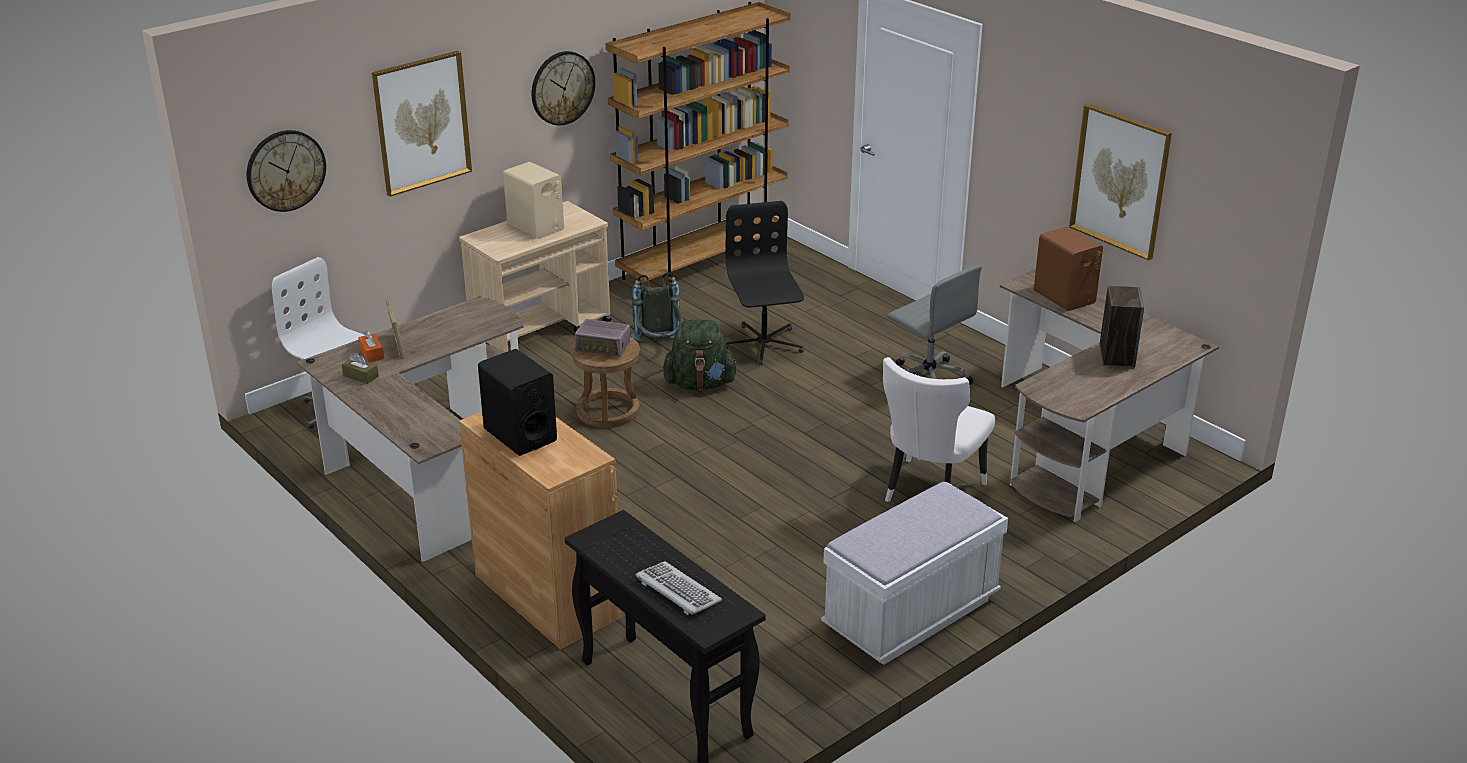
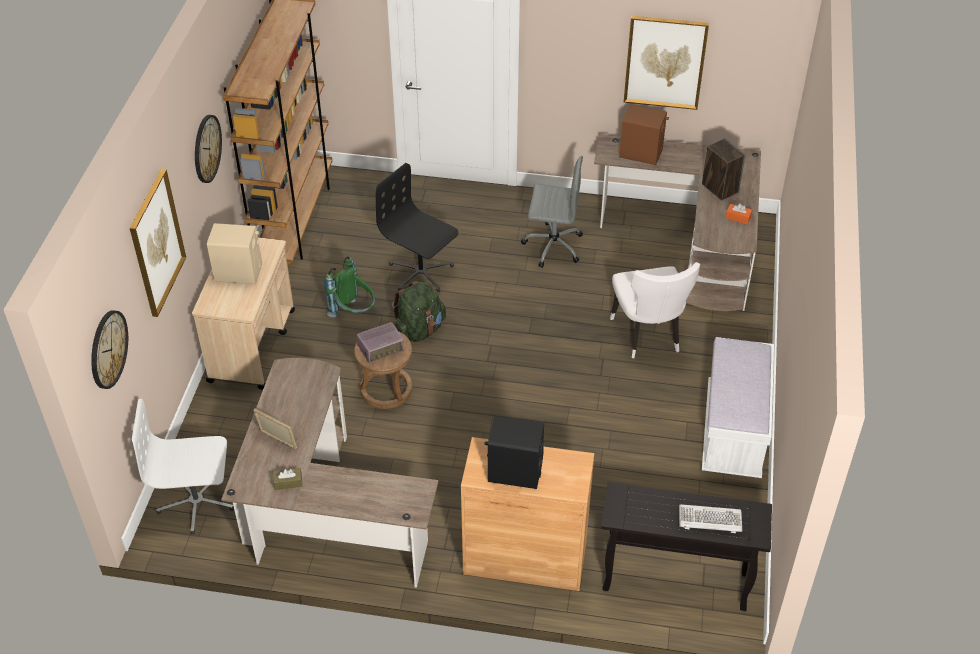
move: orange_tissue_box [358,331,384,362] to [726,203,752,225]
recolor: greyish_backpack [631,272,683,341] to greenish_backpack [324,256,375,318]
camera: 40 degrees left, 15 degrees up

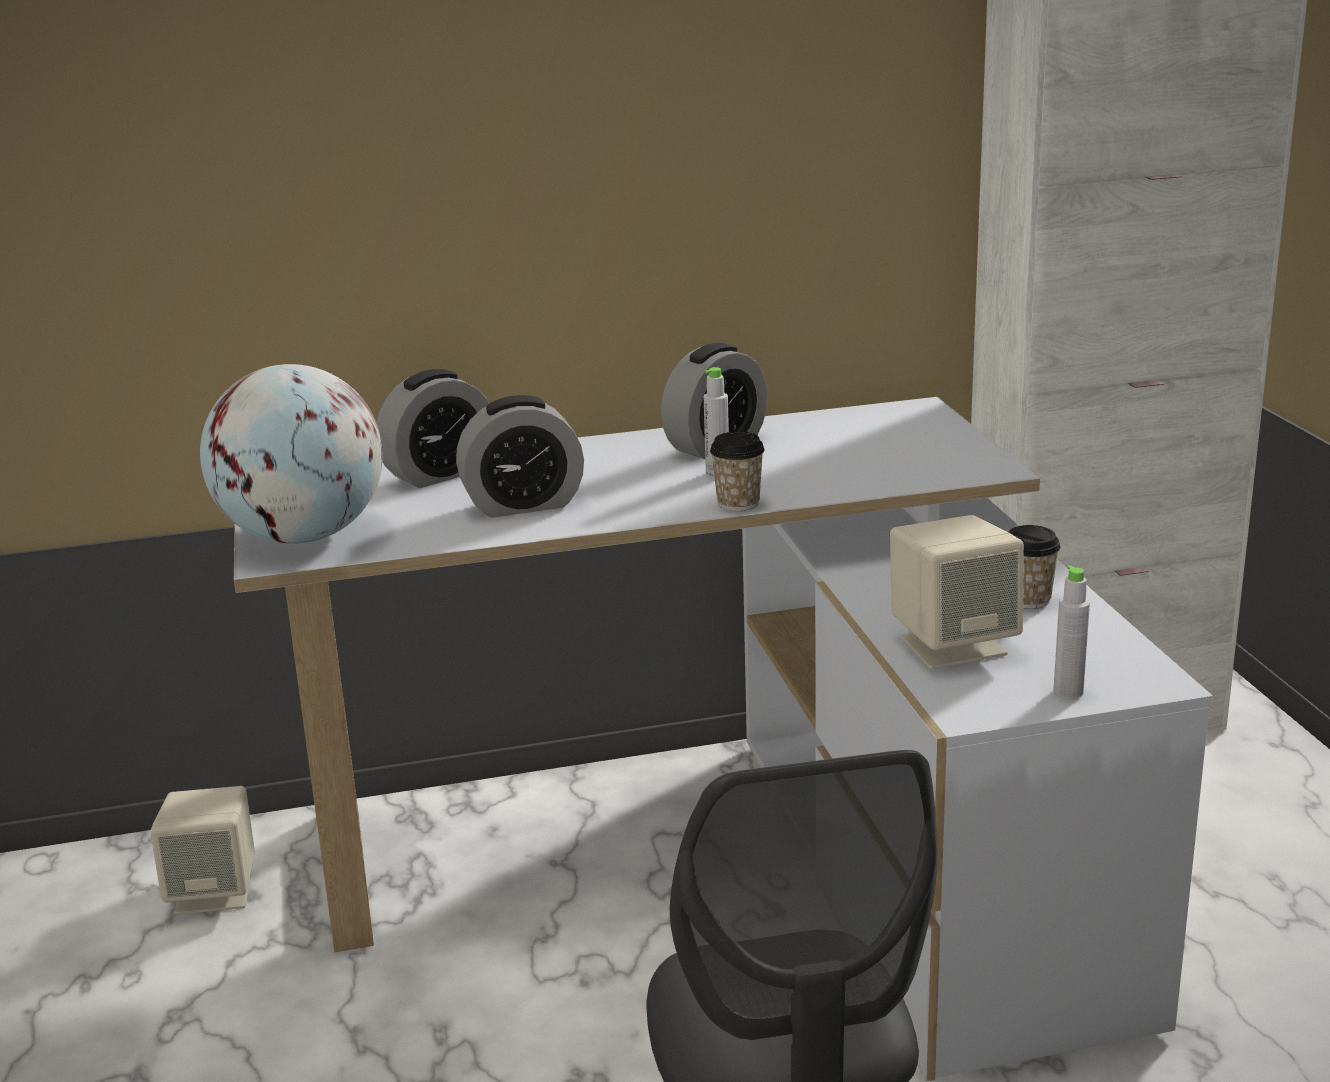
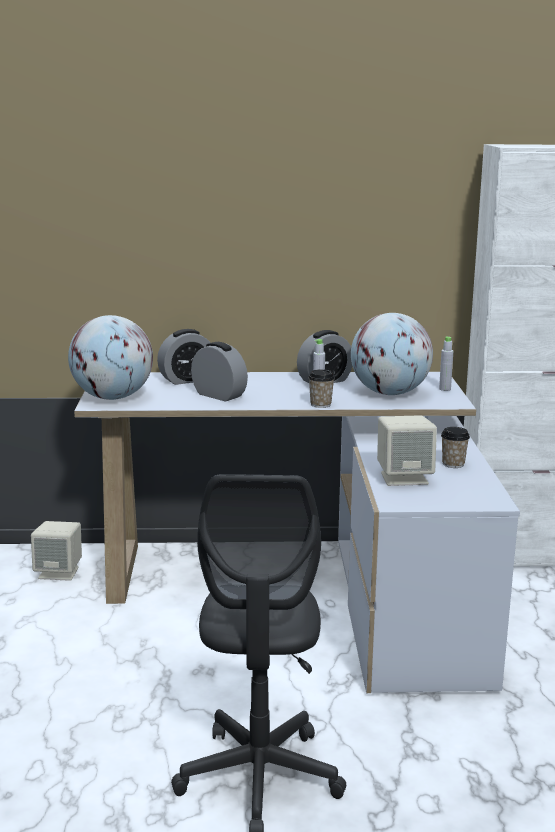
insert: world_globe [351,313,433,395]
move: greyish_beverage_bottle [1054,565,1090,699] to [439,336,453,391]
rotate: bedside_clock [456,395,584,518] = [191,342,248,402] 135 degrees counterclockwise
camera: 10 degrees right, 5 degrees down

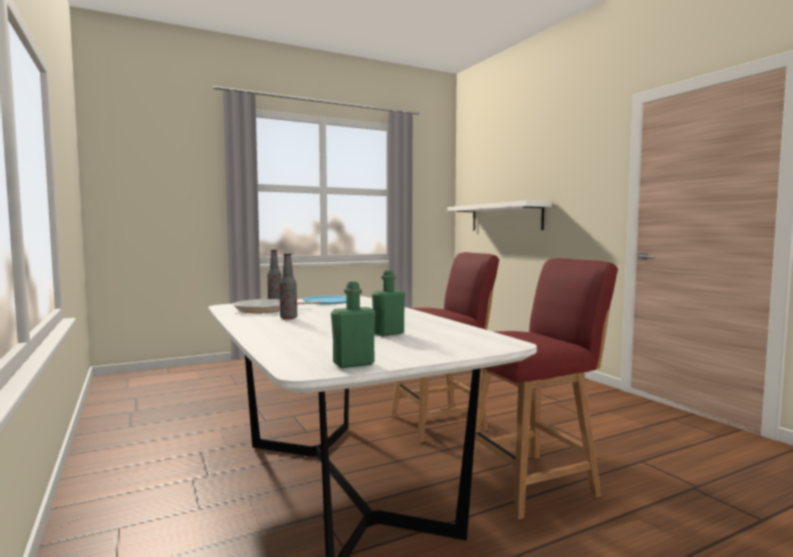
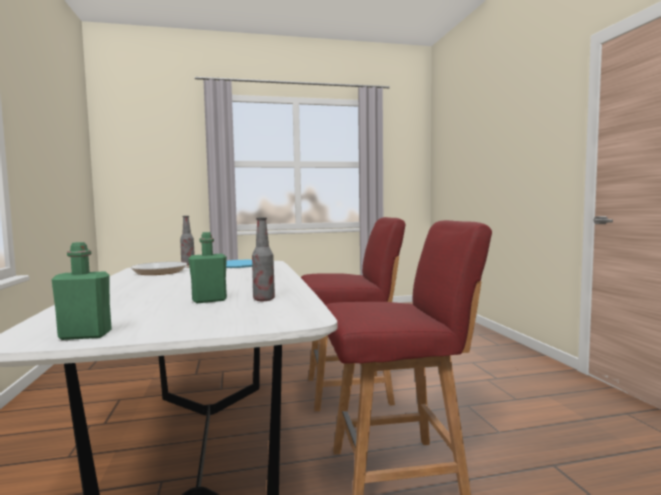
delete: whitish_shelf [448,201,552,230]
move: beverage_bottle [280,253,297,319] to [252,217,275,301]
camera: 15 degrees right, 0 degrees up

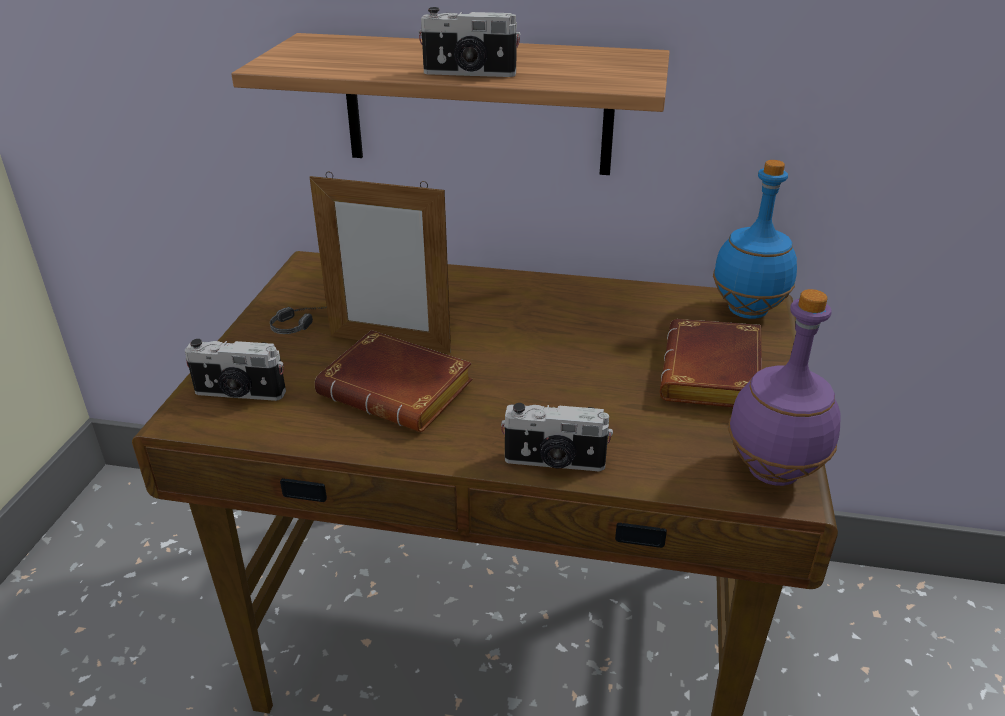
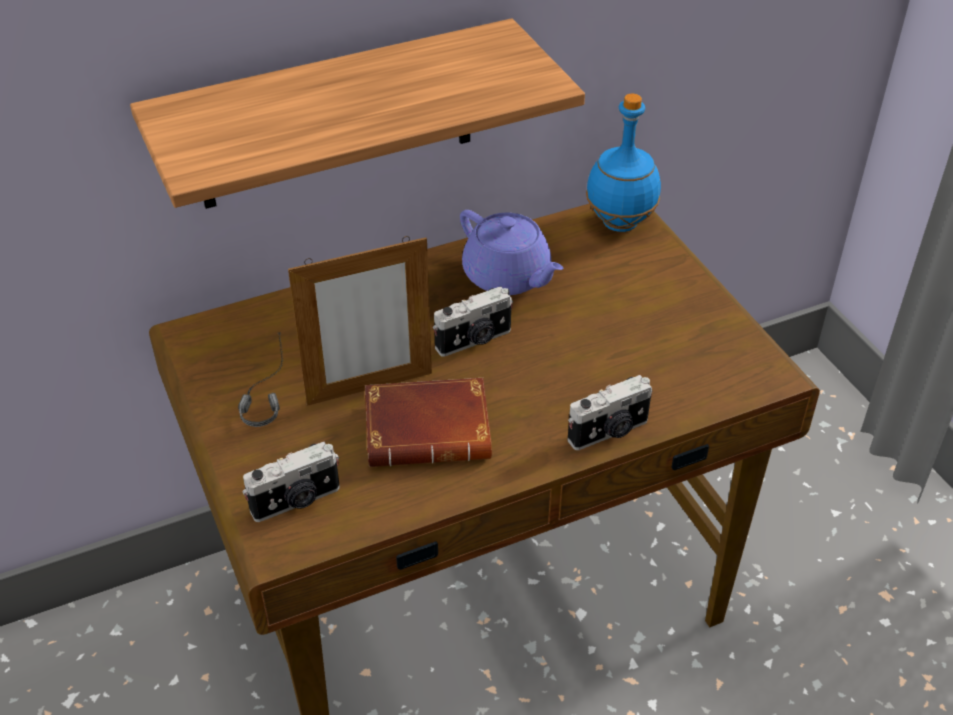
delete: brownish_bound_book [660,319,762,407]; purplish_beverage_bottle [728,289,840,486]
insert: purplish_teapot [460,210,564,295]
move: photo_camera [418,7,521,77] to [433,286,513,357]
camera: 35 degrees left, 10 degrees up

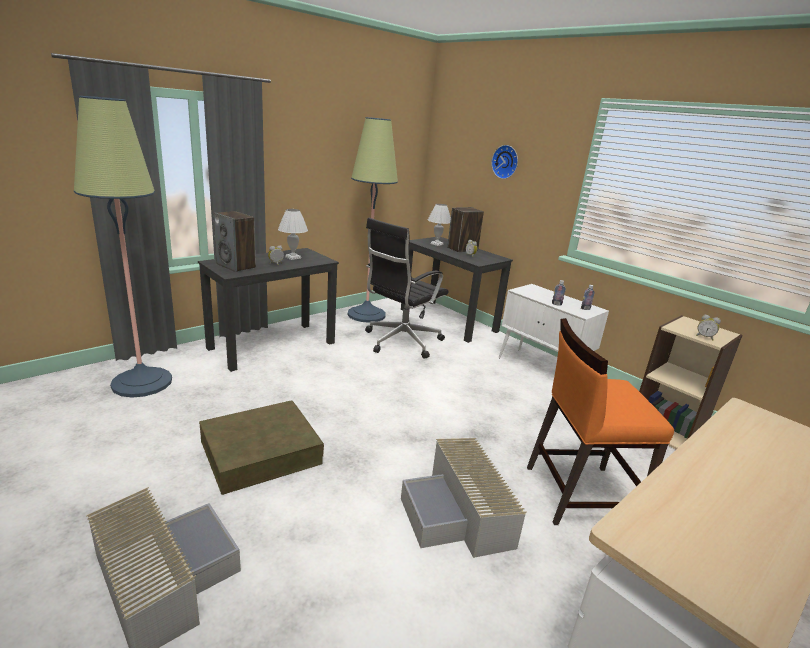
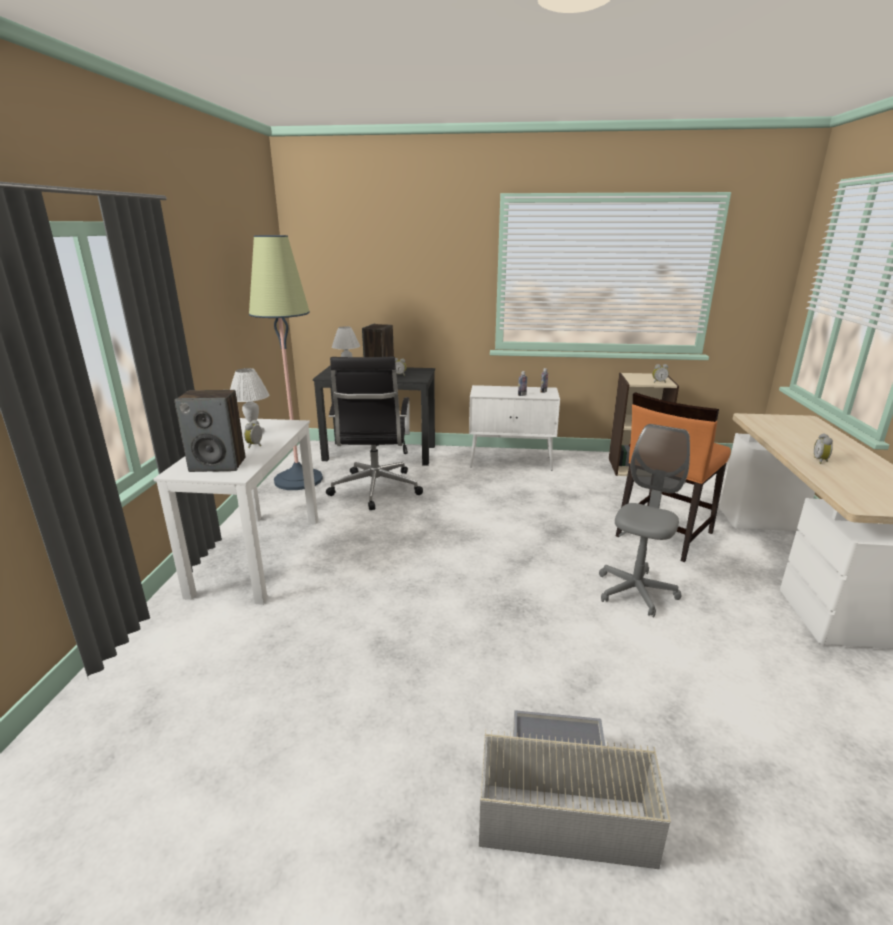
delete: standing_lamp [74,96,172,398]; brownish_storage_bin [199,400,324,495]; clock_on_the_wall [491,145,518,179]
insert: bedside_clock [814,433,833,464]
replace: greyish_storage_bin [401,438,527,558] to greyish_computer_chair [599,424,690,617]
recolor: blackish_desk_unit [198,248,339,372] to whitish_desk_unit [153,418,318,605]
camera: 40 degrees left, 0 degrees up

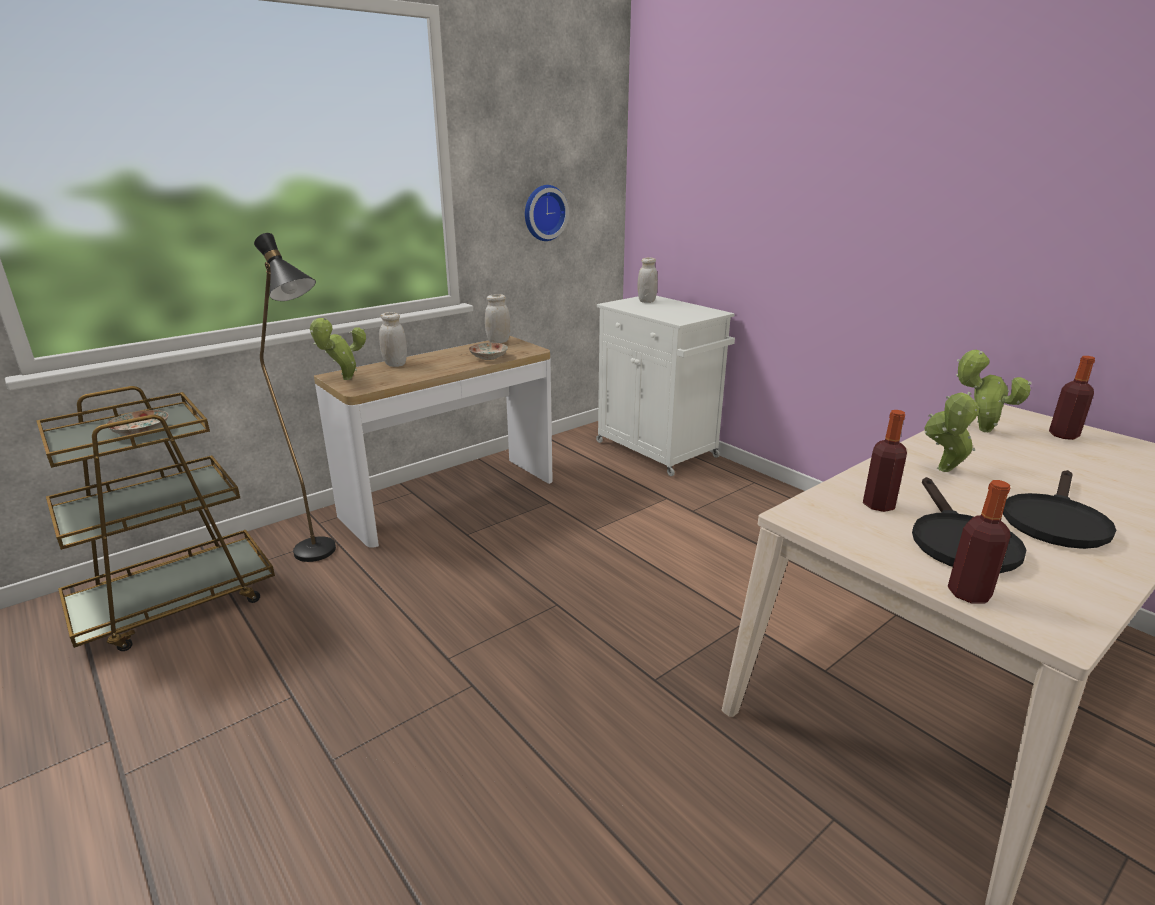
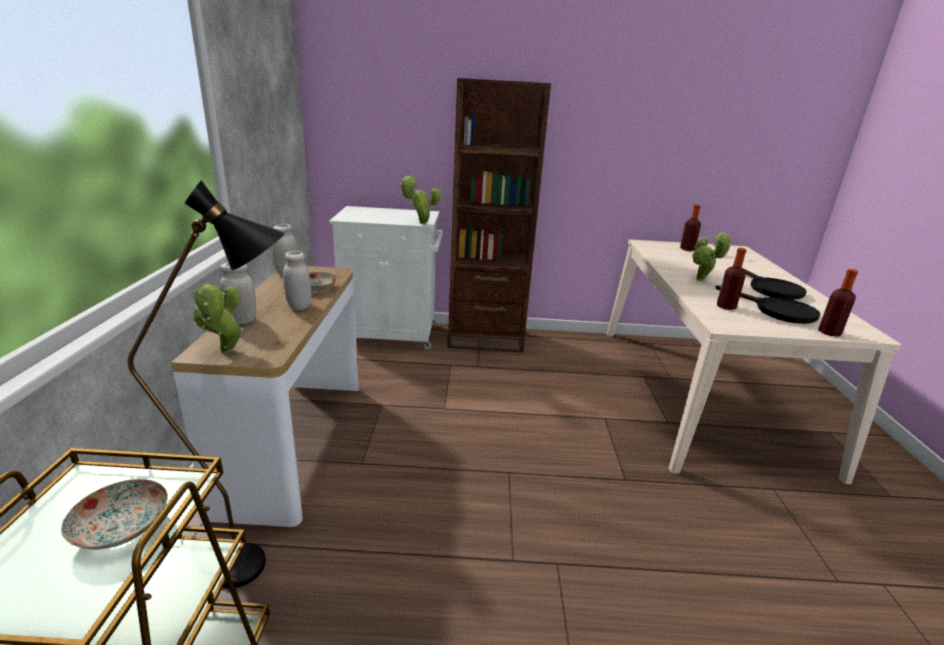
delete: clock_on_the_wall [525,185,569,241]
insert: brownish_bookcase [447,78,551,352]
move: whitish_jar [637,257,658,303] to [283,251,311,310]; potted_plant [956,350,1032,432] to [400,176,441,224]
camera: 50 degrees left, 0 degrees up

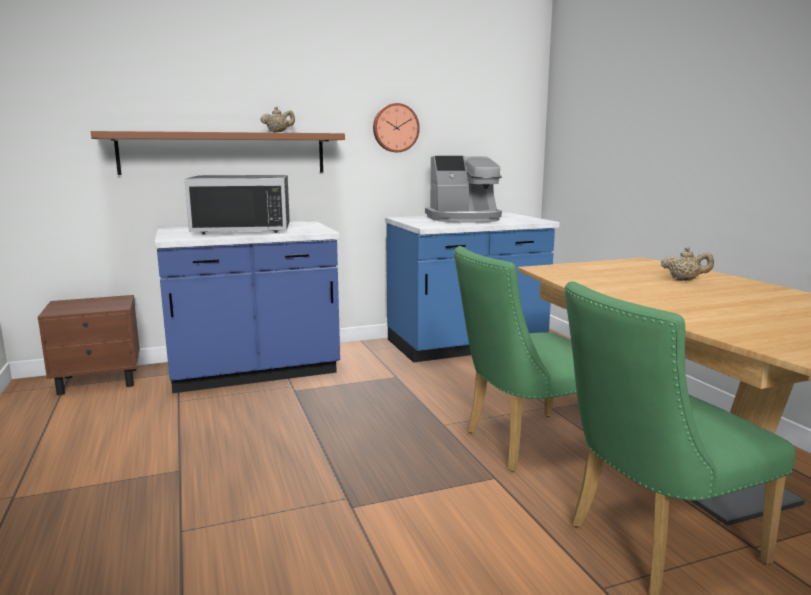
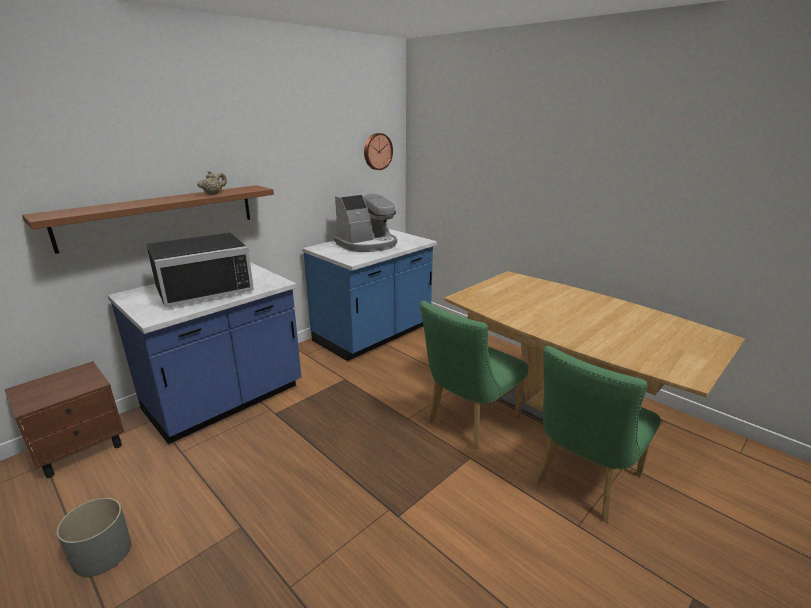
delete: beige-coloured_teapot [661,247,714,281]
insert: greyish_planter [56,498,131,577]
move: clock_on_the_wall [373,103,420,152] to [364,133,393,170]
camera: 25 degrees left, 10 degrees up

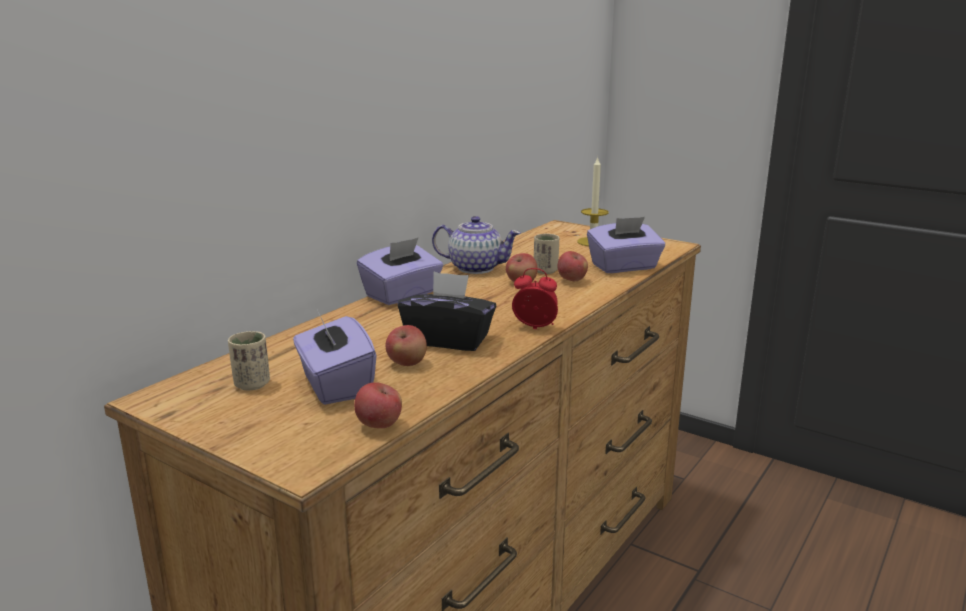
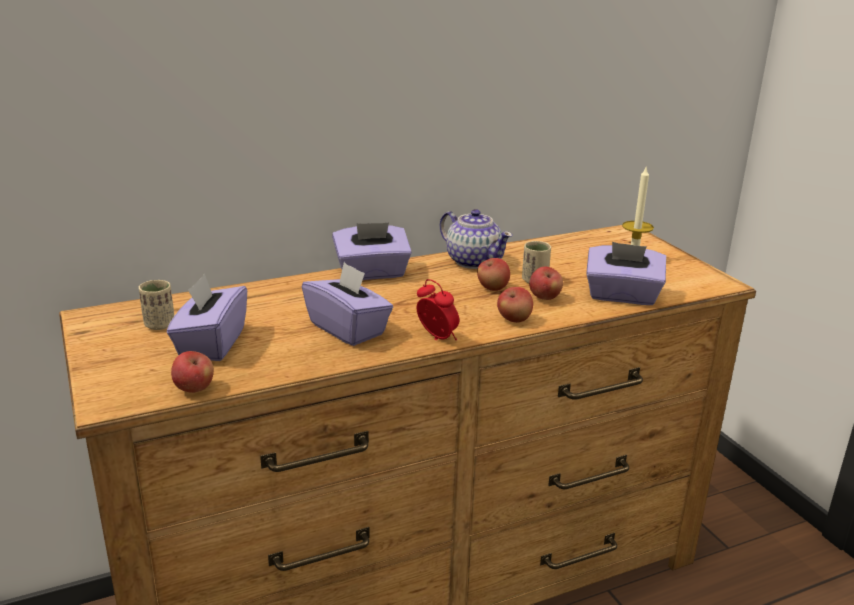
move: apple_fruit [385,325,427,366] to [497,287,533,323]
recolor: blackish_tissue_box [398,272,496,351] to purplish_tissue_box [302,262,393,346]
camera: 30 degrees right, 5 degrees up

